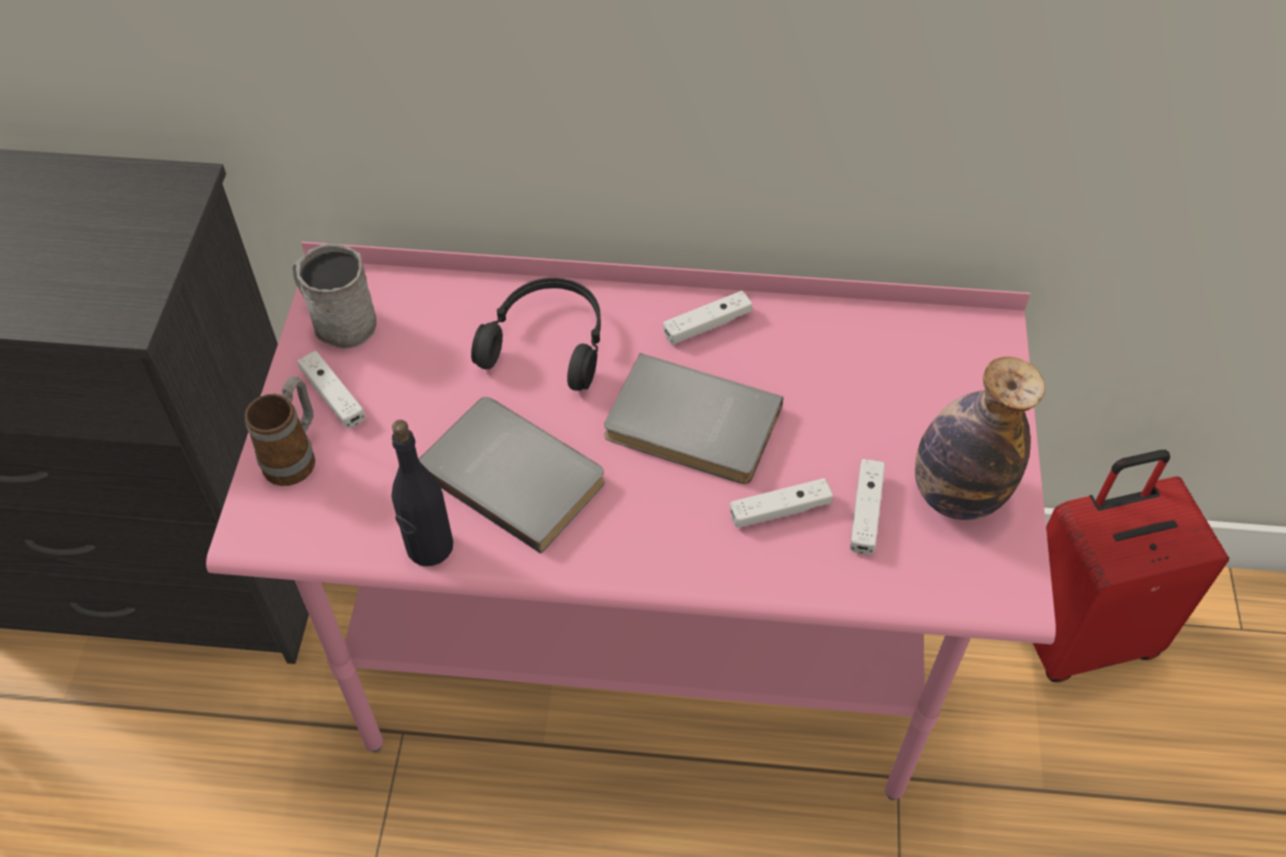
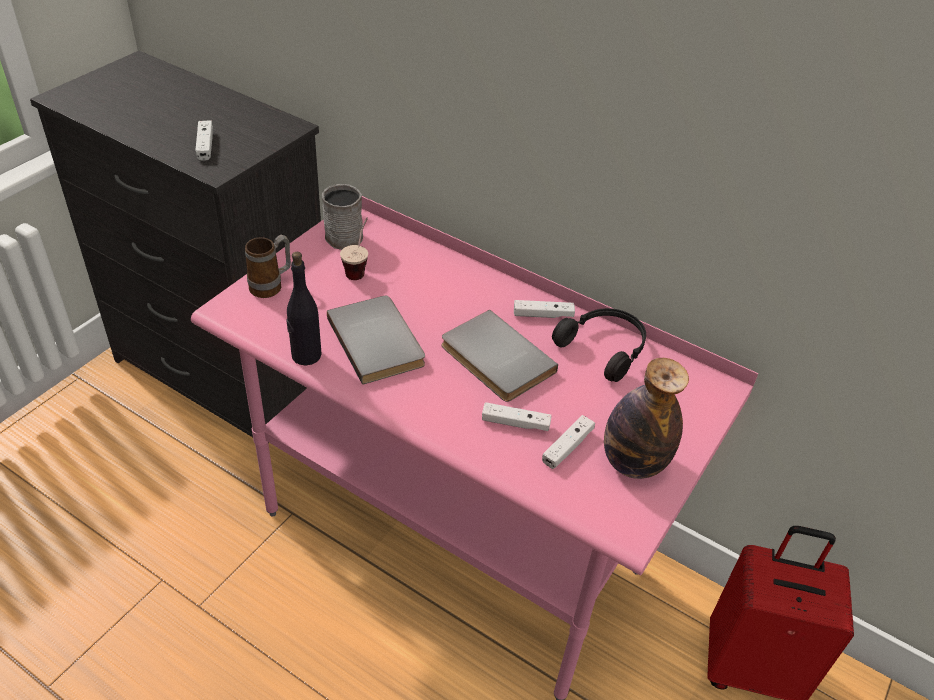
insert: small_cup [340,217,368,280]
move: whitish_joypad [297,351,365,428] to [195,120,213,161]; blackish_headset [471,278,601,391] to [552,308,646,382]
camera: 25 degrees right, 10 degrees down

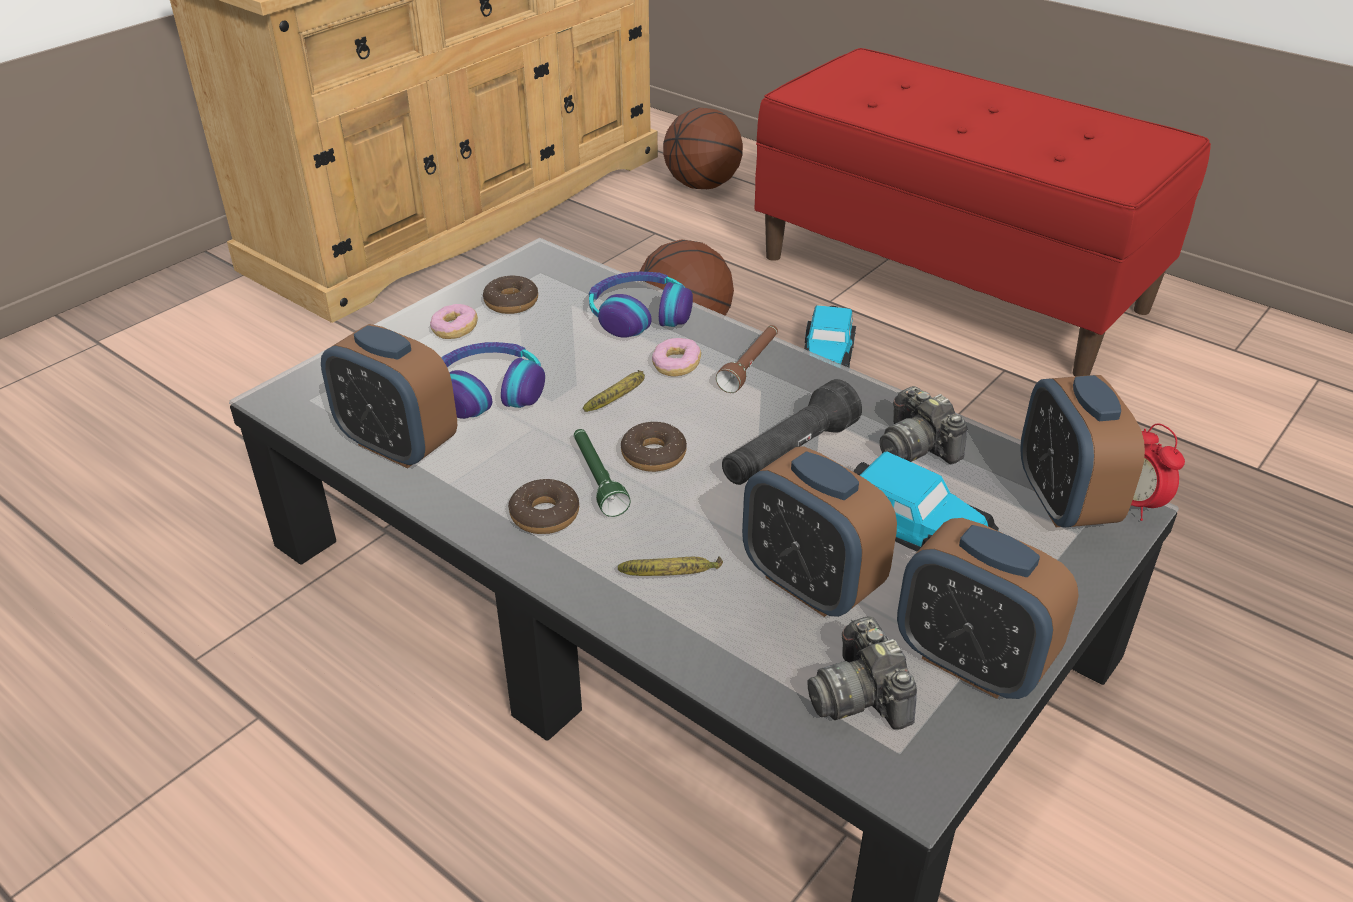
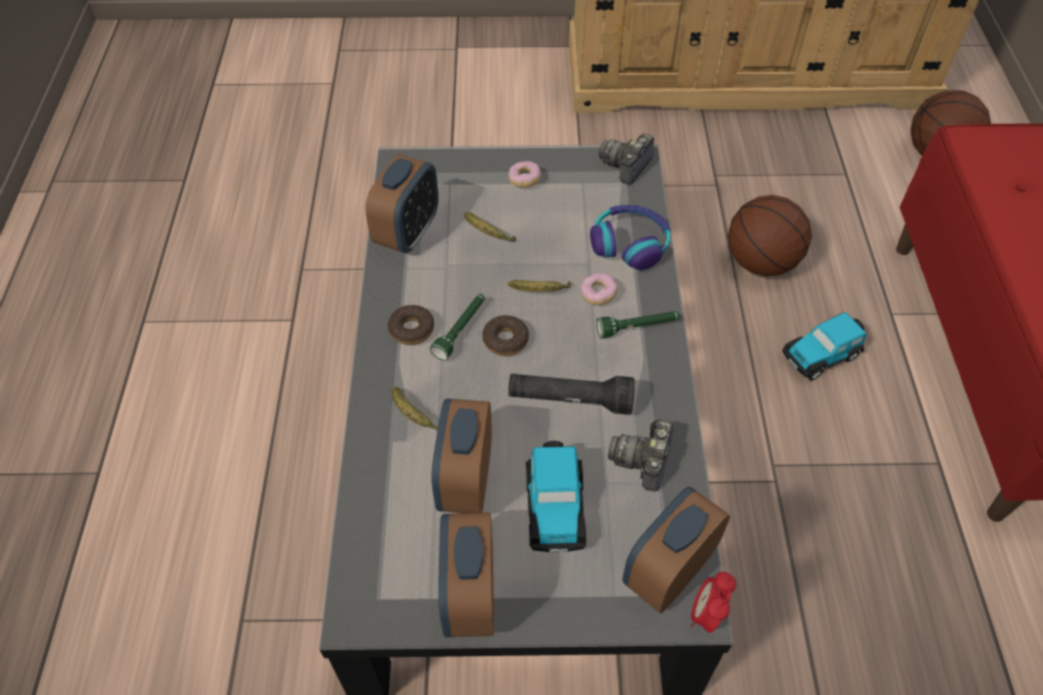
delete: ring_doughnut [483,275,538,314]
move: photo_camera [808,616,917,730] to [599,134,654,184]
replace: headset [441,342,545,419] to banana [464,212,516,242]
recolor: brownish_torch [716,325,778,393] to greenish_torch [596,311,680,338]
rotate: bedside_clock [321,324,457,468] = [365,154,439,253] 150 degrees counterclockwise
camera: 50 degrees right, 15 degrees up

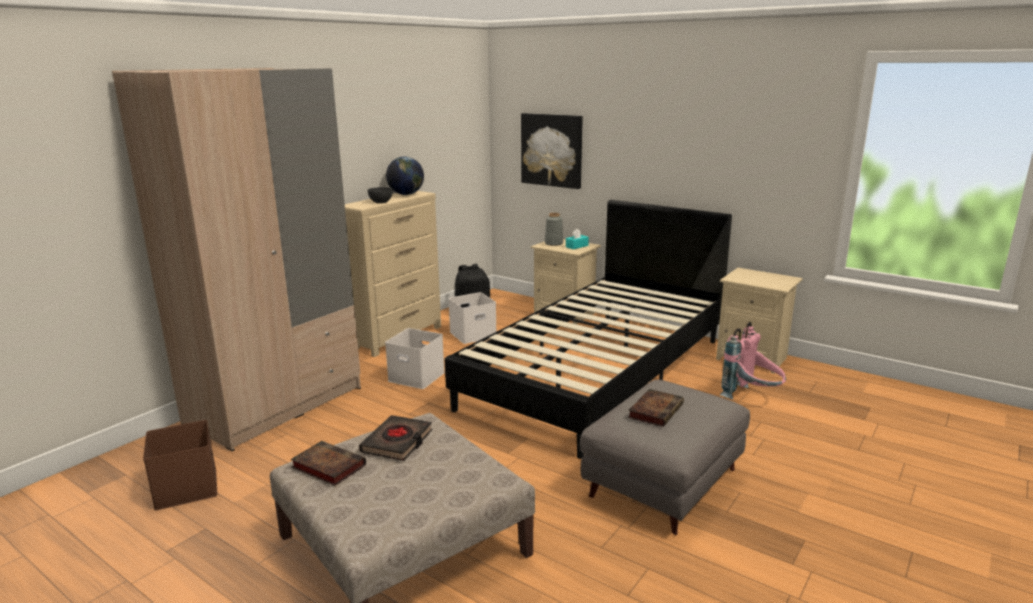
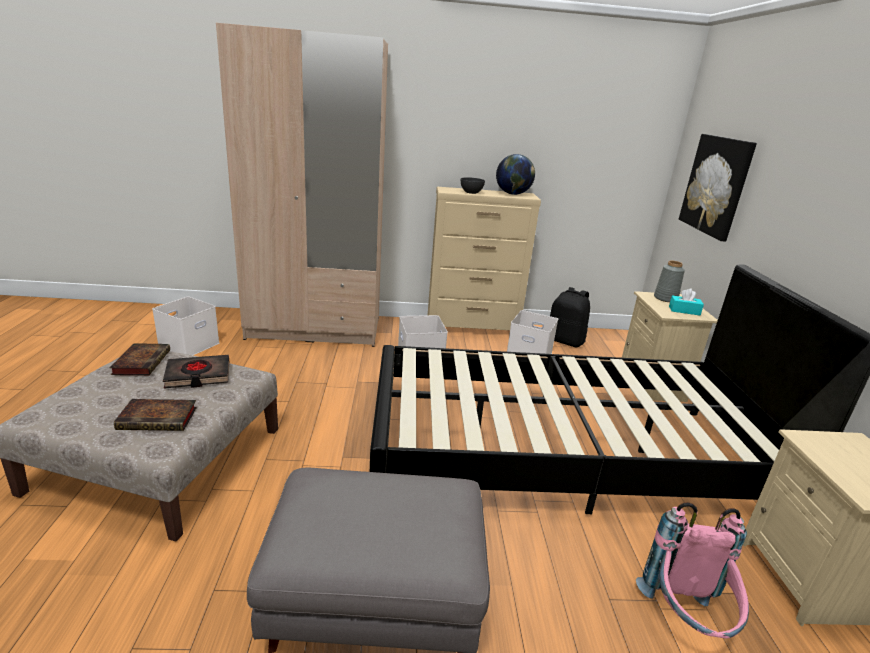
move: bound_book [628,389,684,427] to [114,399,197,431]
recolor: brownish_storage_bin [143,420,217,510] to whitish_storage_bin [152,297,219,355]
camera: 50 degrees right, 5 degrees up

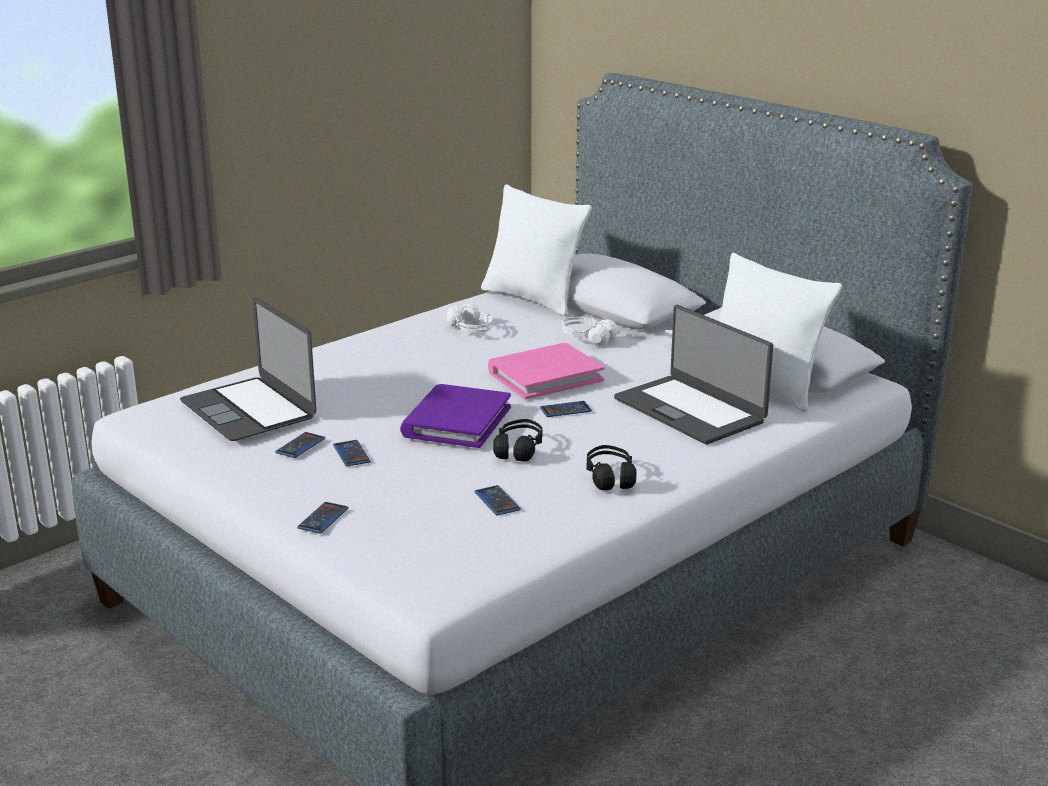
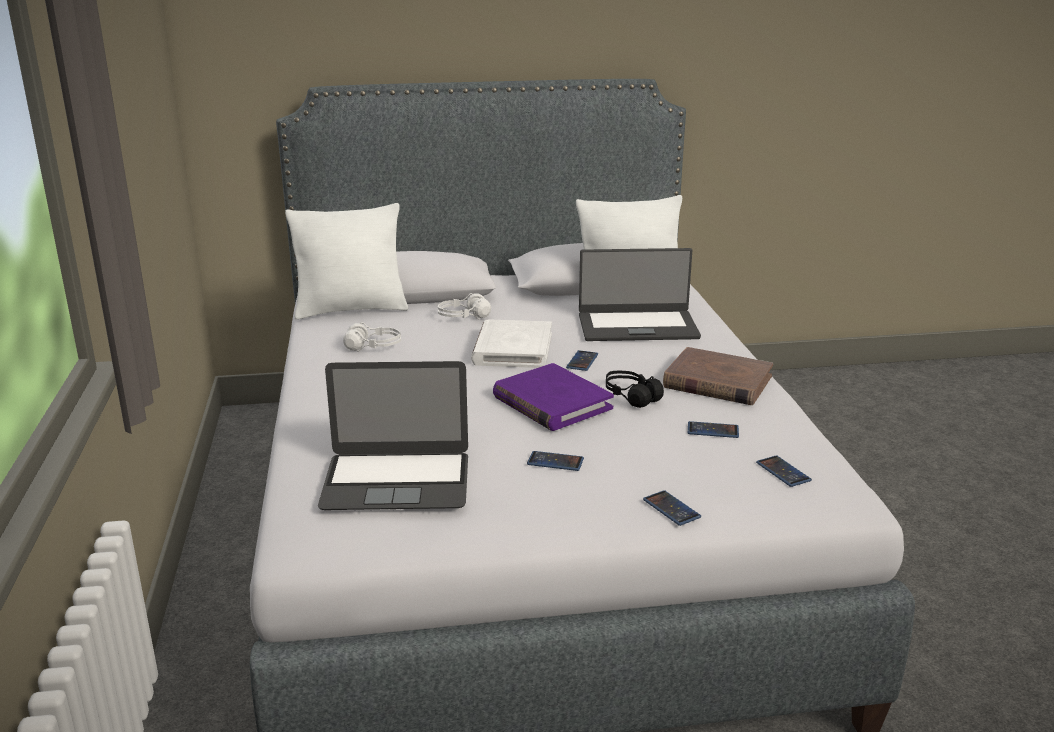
move: handset [275,432,325,458] to [756,455,812,487]
replace: blackish_headset [586,445,637,490] to brownish_bound_book [663,347,773,405]
recolor: pink_bound_book [488,343,604,400] to whitish_bound_book [471,319,552,368]
camera: 55 degrees left, 0 degrees up

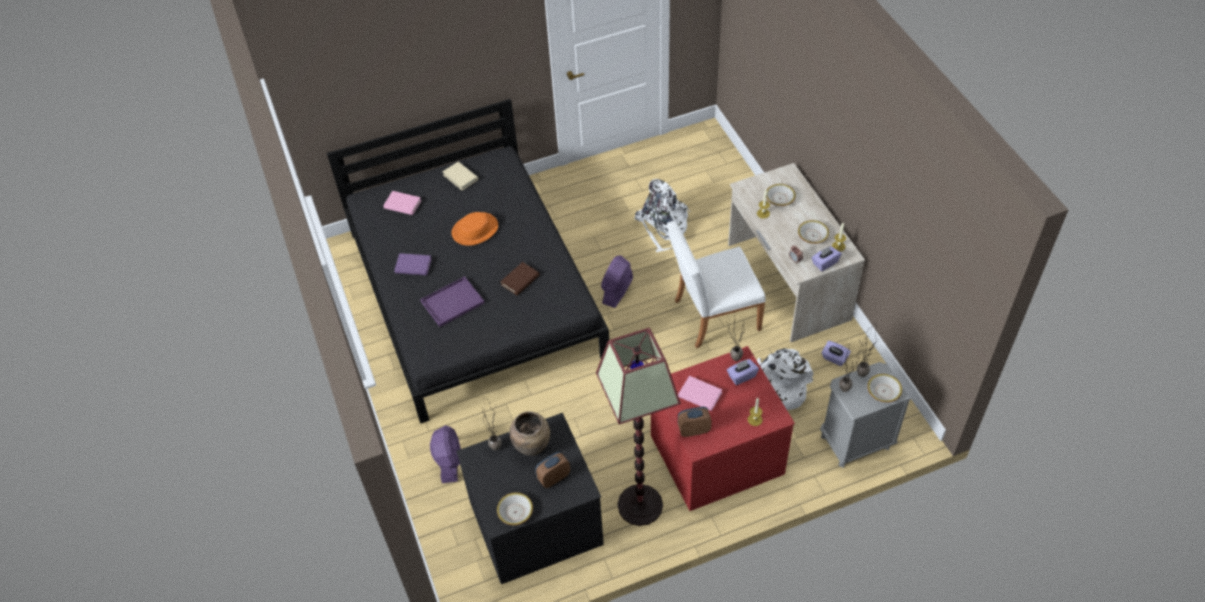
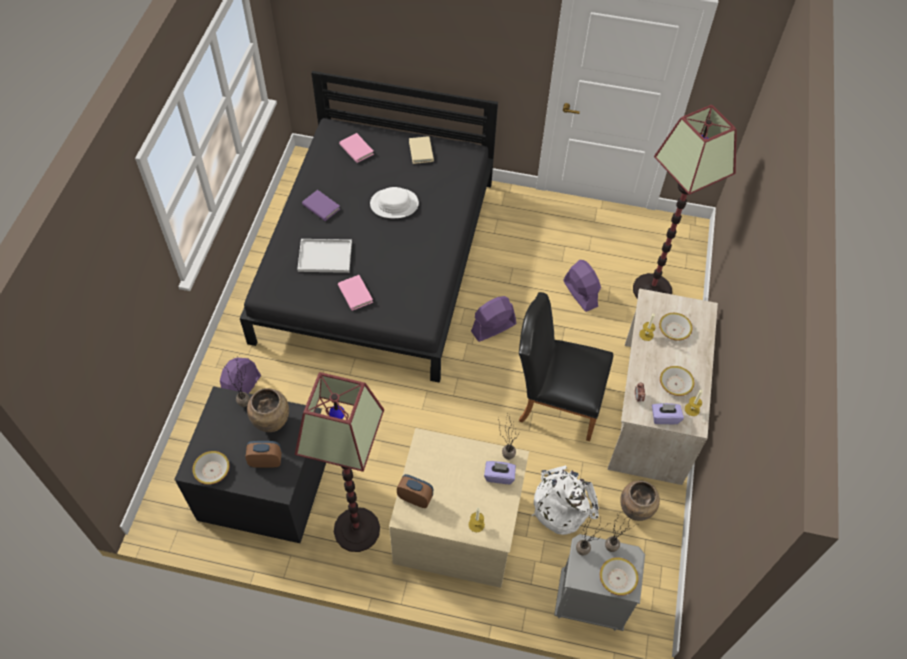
delete: brownish_bound_book [500,262,540,295]
insert: standing_lamp [633,105,737,299]
move: pink_bound_book [678,376,722,411] to [338,275,373,311]
replace: whitish_backpack [634,179,691,252] to purplish_cooling_fan [563,260,601,312]; purplish_tissue_box [821,341,851,366] to brownish_flower_vase [620,480,660,521]
recolor: purplish_carrying_tray [420,276,485,327] to whitish_carrying_tray [297,239,352,273]; orange_hat [452,212,498,246] to whitish_hat [370,187,419,218]; red_chest_of_drawers [651,346,795,511] to beige-coloured_chest_of_drawers [389,428,529,588]; whitish_chair [667,221,766,348] to blackish_chair [519,292,613,441]
camera: 30 degrees right, 5 degrees up

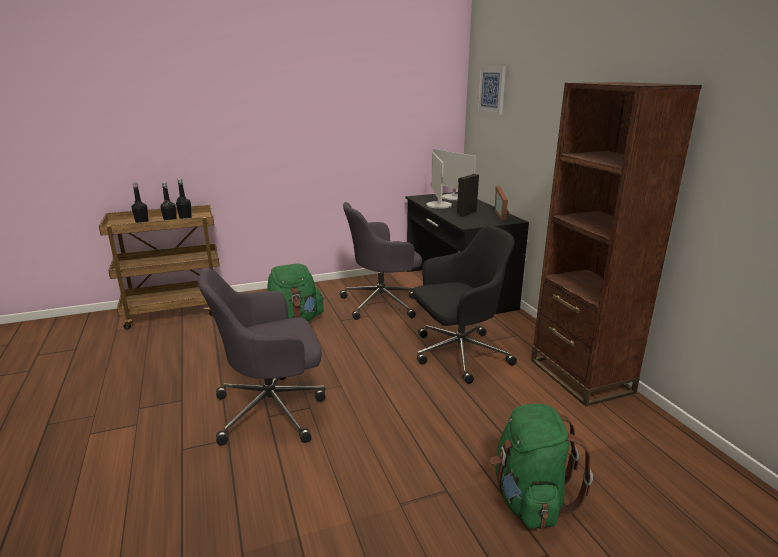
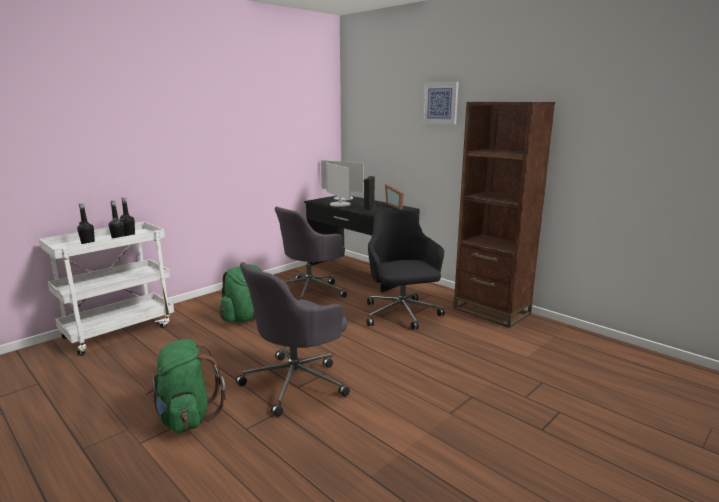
move: picture [477,66,506,115] to [422,82,458,124]; greenish_backpack [490,403,593,529] to [145,339,225,433]
recolor: brownish_trolley [99,205,220,329] to whitish_trolley [39,221,174,356]
rotate: blackish_computer_chair [413,226,517,384] = [367,210,445,329] 60 degrees counterclockwise
camera: 25 degrees left, 5 degrees down

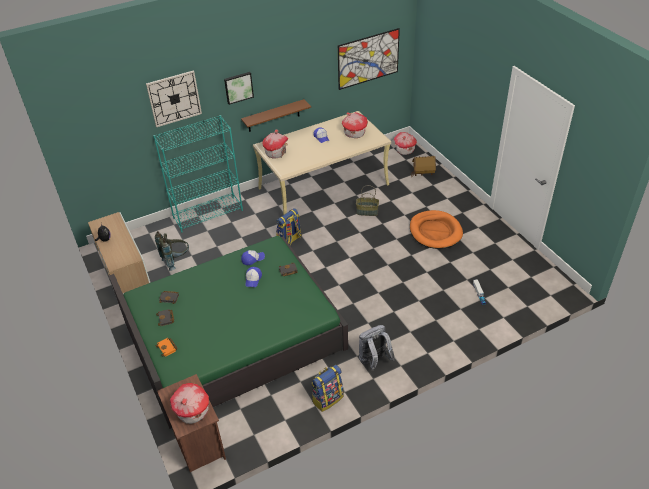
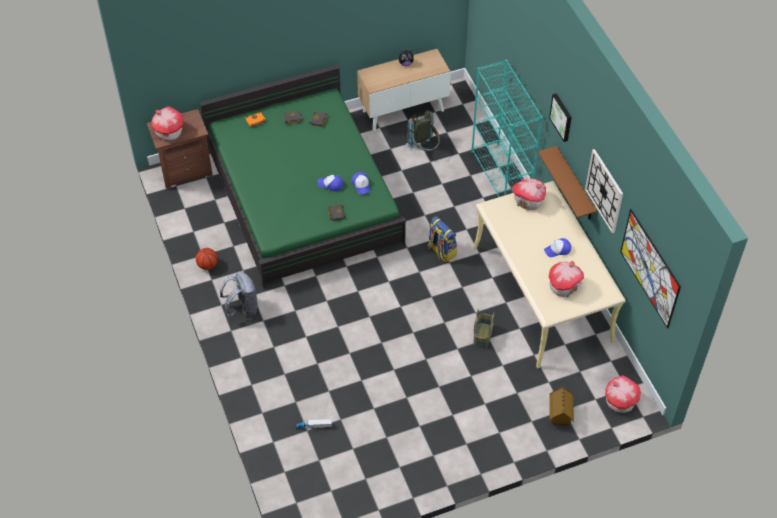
delete: orange_dog_bed [410,210,463,249]
move: clock_on_the_wall [146,70,202,127] to [585,149,623,233]
replace: backpack [311,365,344,412] to ball_for_basketball [196,248,218,270]
camera: 95 degrees right, 10 degrees up

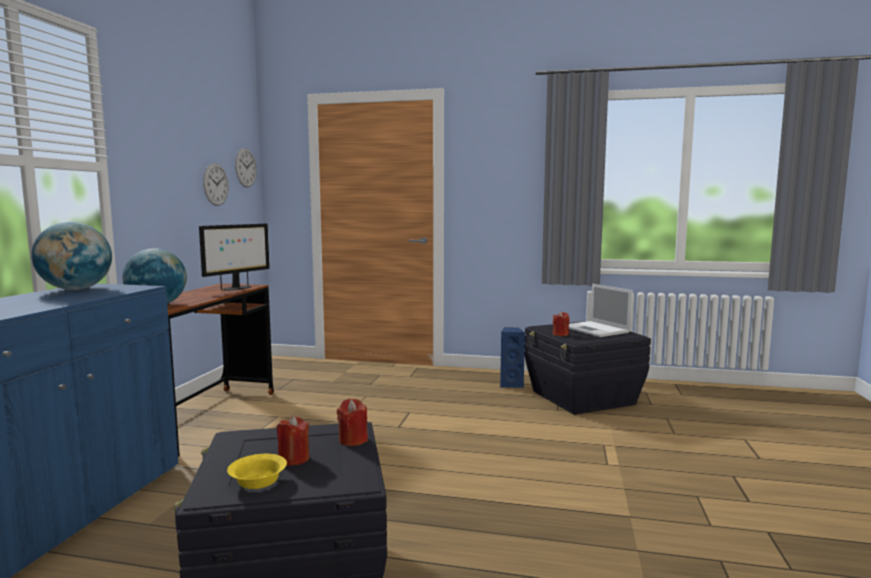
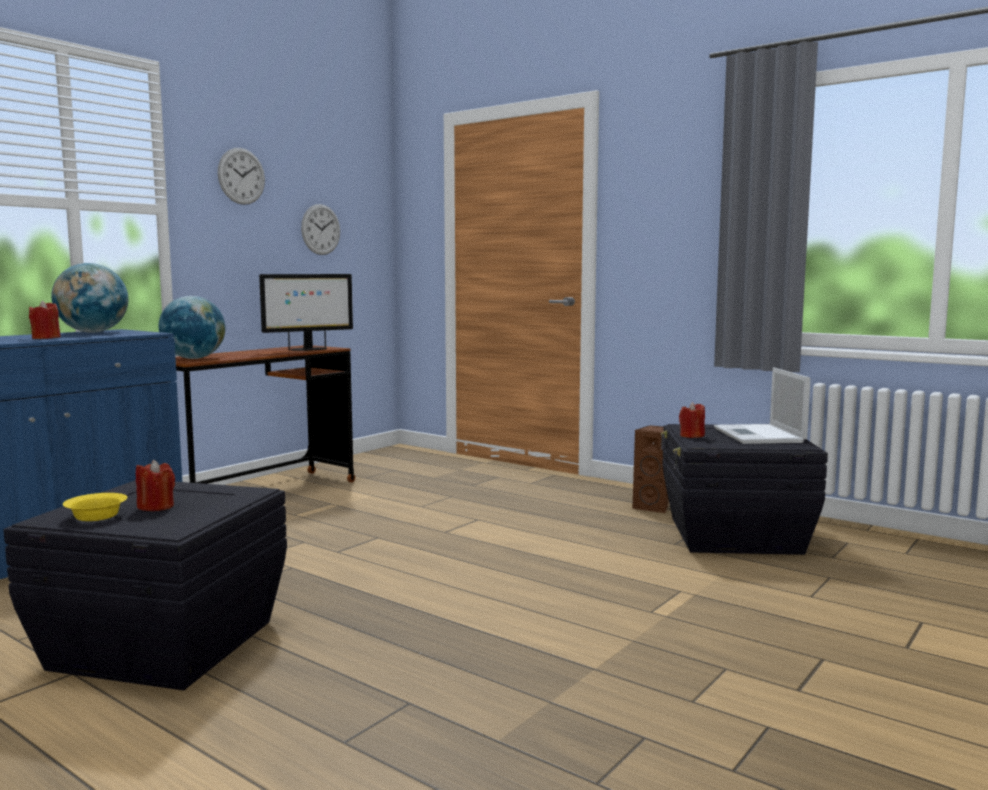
move: clock_on_the_wall [235,148,257,188] to [218,148,265,205]; red_wax_light [337,399,368,446] to [29,300,61,339]
recolor: blue-coloured_speaker [500,328,525,388] to brownish_speaker [632,425,669,513]
camera: 25 degrees right, 0 degrees up

